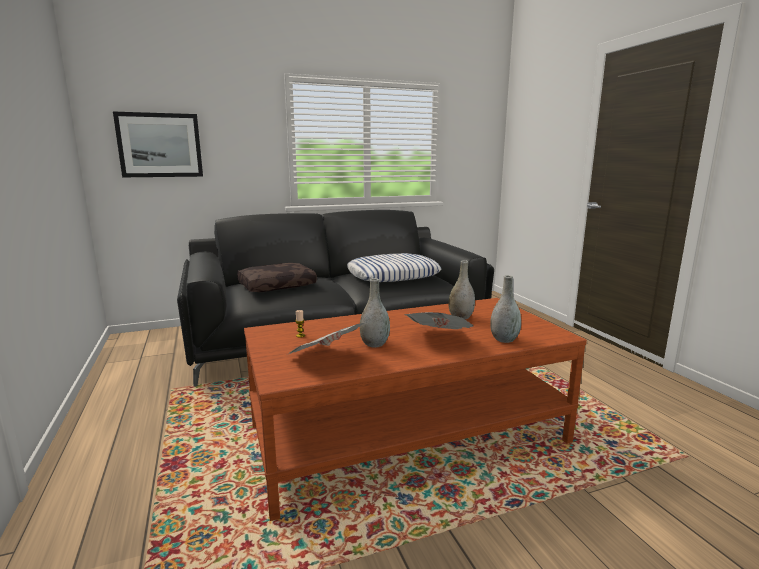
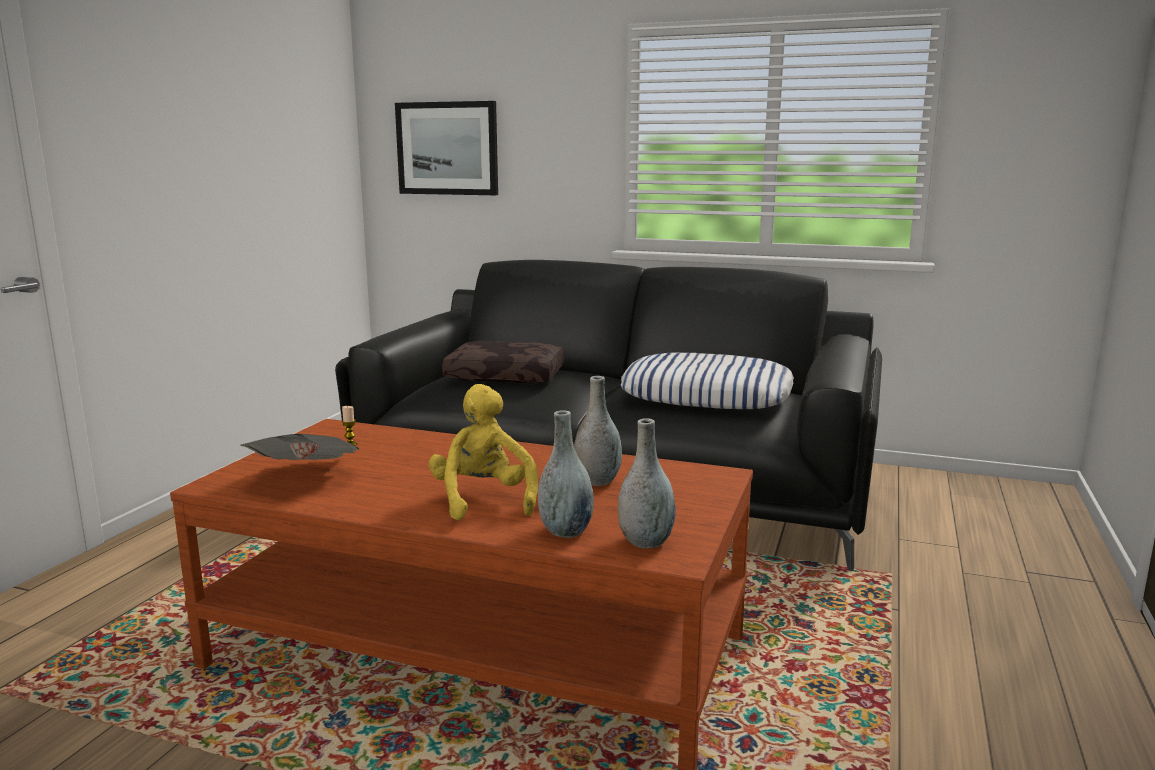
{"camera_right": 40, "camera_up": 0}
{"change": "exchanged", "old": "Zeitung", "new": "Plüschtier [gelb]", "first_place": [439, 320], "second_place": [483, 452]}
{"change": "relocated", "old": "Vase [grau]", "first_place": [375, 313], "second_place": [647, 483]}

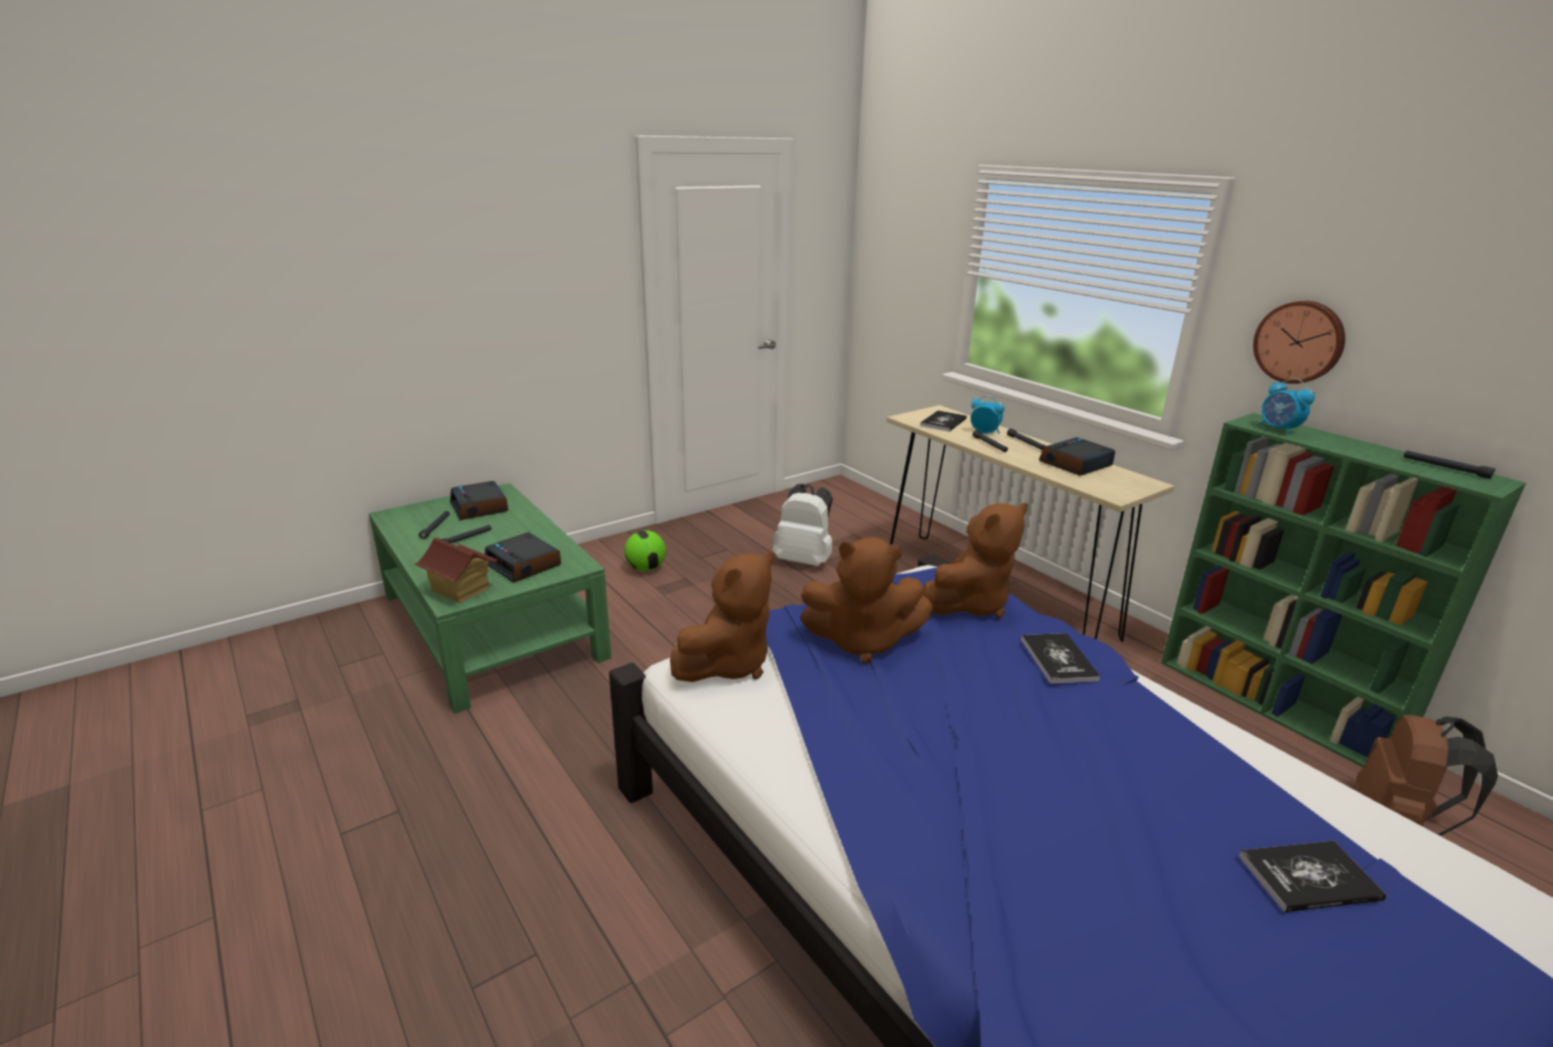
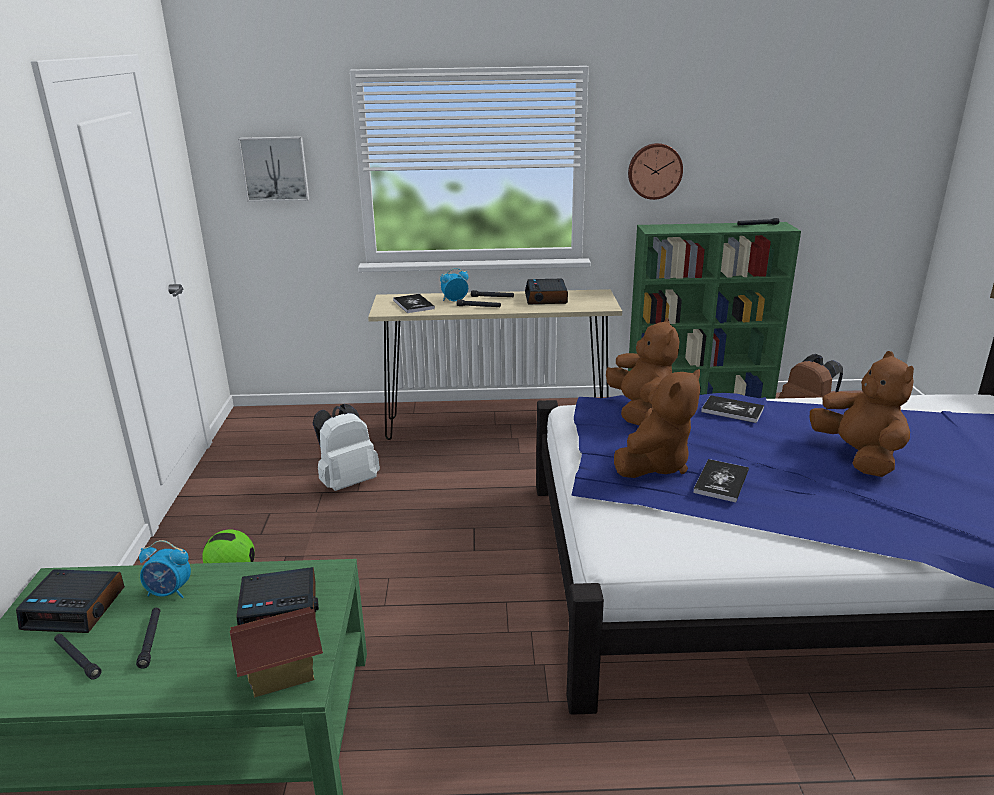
{"camera_right": -55, "camera_up": 0}
{"change": "relocated", "old": "Wecker", "first_place": [1287, 406], "second_place": [165, 569]}
{"change": "appeared", "new": "Bild", "second_place": [273, 169]}
{"change": "relocated", "old": "Buch", "first_place": [1313, 876], "second_place": [721, 480]}
{"change": "relocated", "old": "Plüschtier [braun]", "first_place": [722, 617], "second_place": [862, 414]}

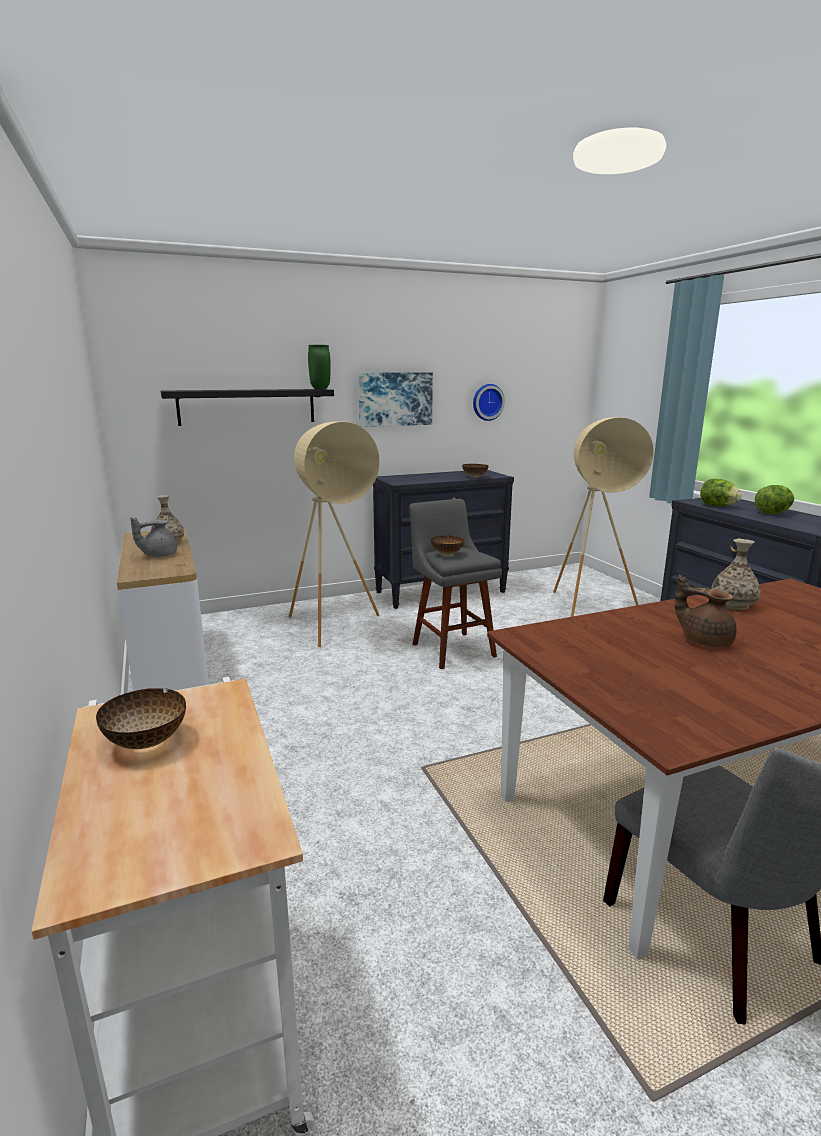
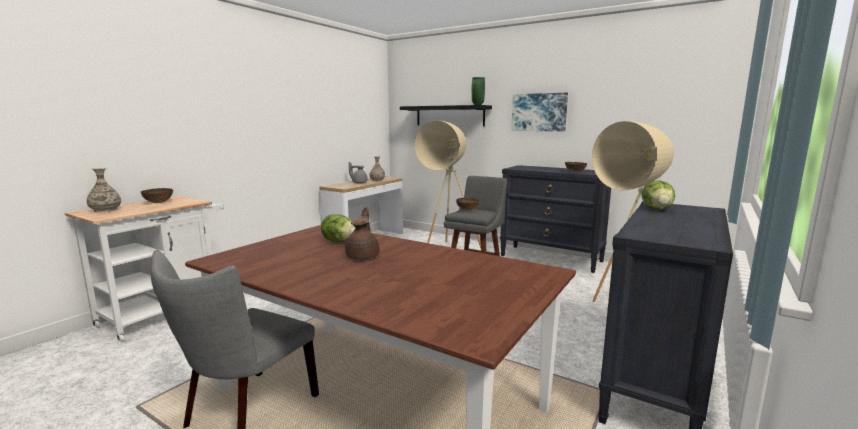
{"camera_right": 55, "camera_up": -5}
{"change": "relocated", "old": "Vase", "first_place": [736, 574], "second_place": [104, 190]}
{"change": "relocated", "old": "Salatkopf", "first_place": [774, 499], "second_place": [338, 228]}
{"change": "missing", "old": "Wanduhr", "first_place": [489, 402]}

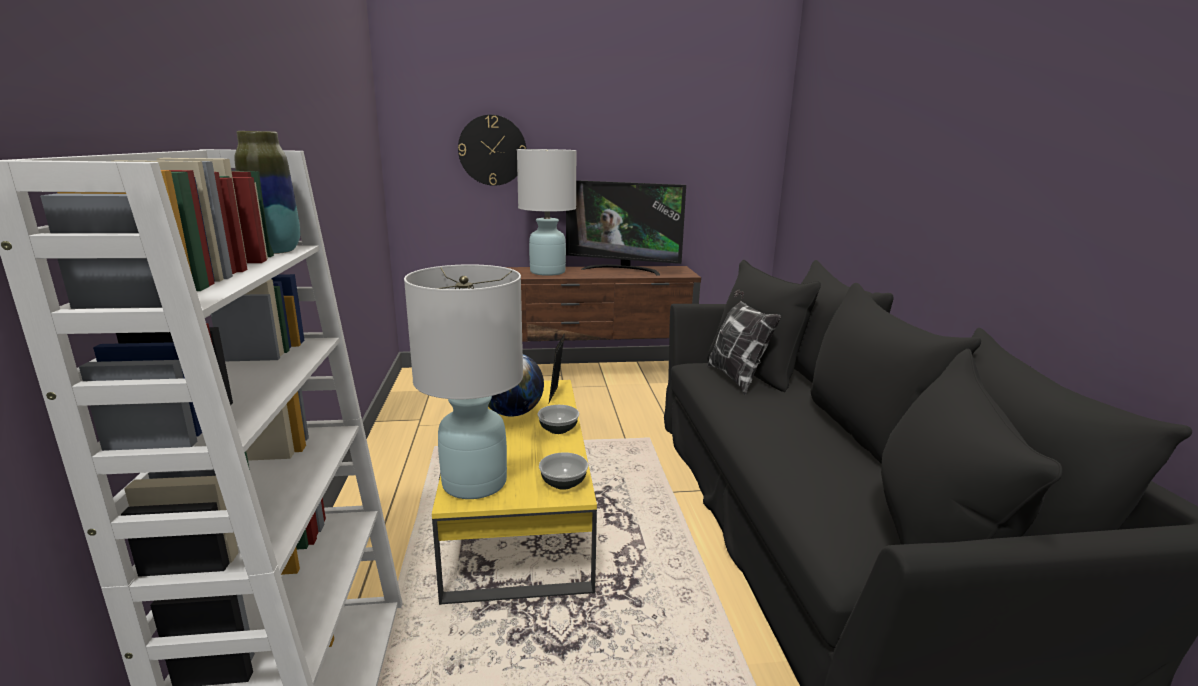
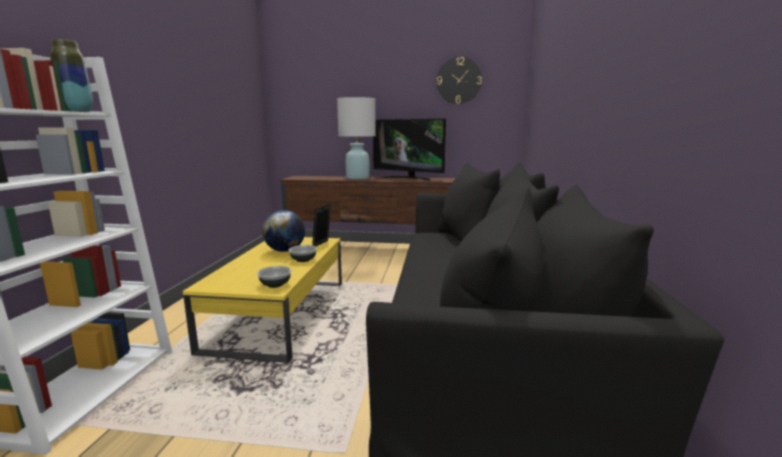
{"camera_right": 15, "camera_up": -5}
{"change": "relocated", "old": "Wanduhr", "first_place": [492, 150], "second_place": [459, 80]}
{"change": "missing", "old": "Tischlampe [weiß]", "first_place": [463, 381]}
{"change": "missing", "old": "Kissen", "first_place": [744, 342]}

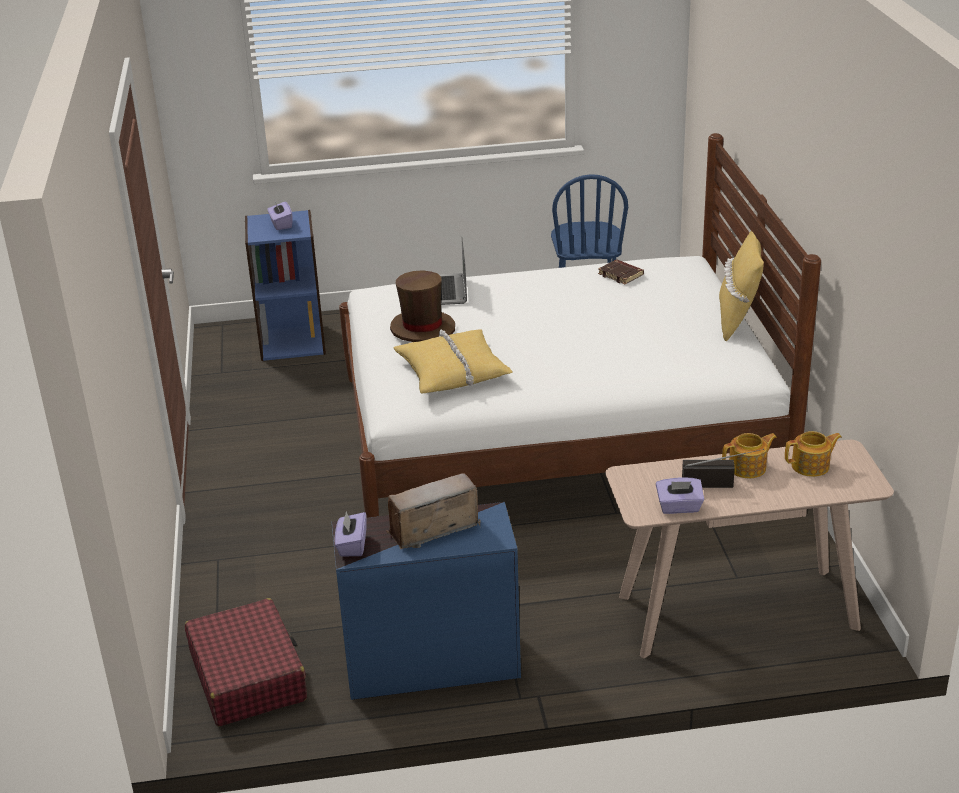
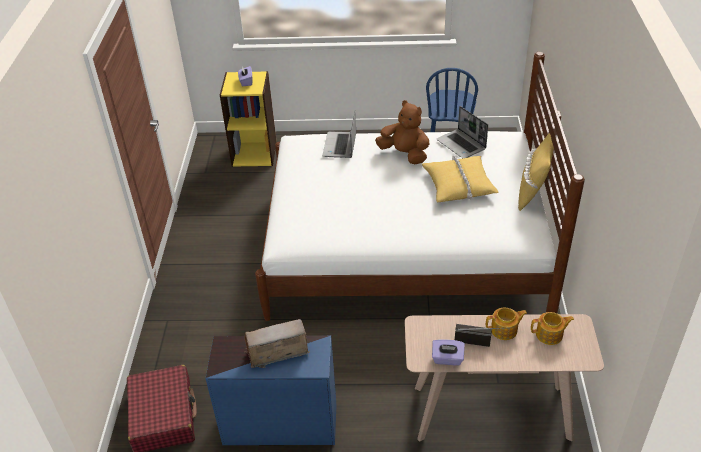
{"camera_right": 10, "camera_up": 10}
{"change": "colour", "old": "Bücherregal [blau]", "new": "Bücherregal [gelb]", "first_place": [285, 285], "second_place": [248, 119]}
{"change": "appeared", "new": "Plüschtier [braun]", "second_place": [402, 132]}
{"change": "relocated", "old": "Kissen [gelb]", "first_place": [453, 362], "second_place": [460, 179]}
{"change": "exchanged", "old": "Buch [braun]", "new": "Laptop", "first_place": [621, 272], "second_place": [462, 132]}
{"change": "missing", "old": "Taschentuchbox [lila]", "first_place": [350, 534]}
{"change": "missing", "old": "Hut [braun]", "first_place": [422, 306]}

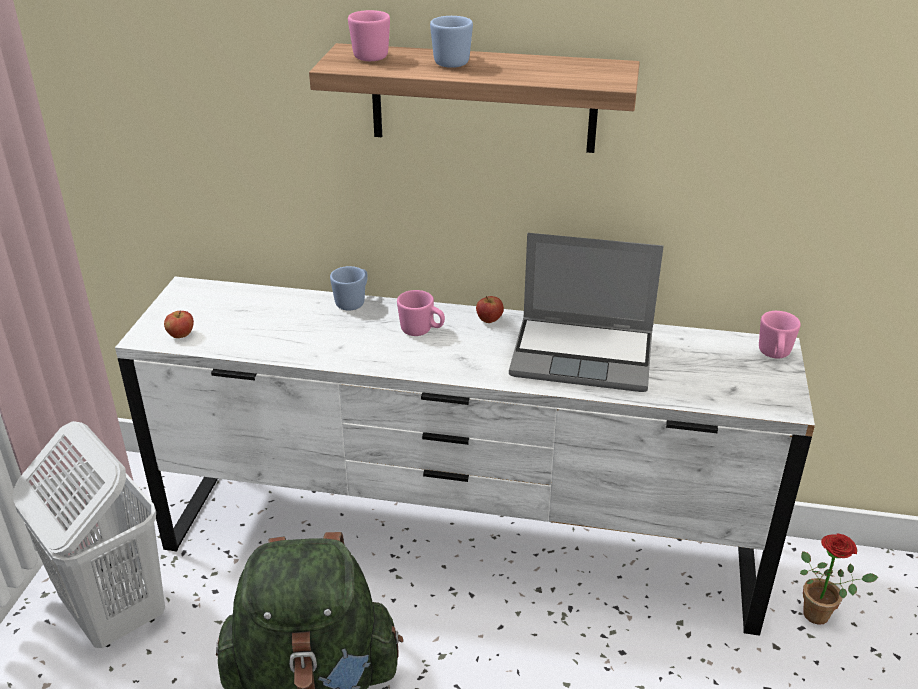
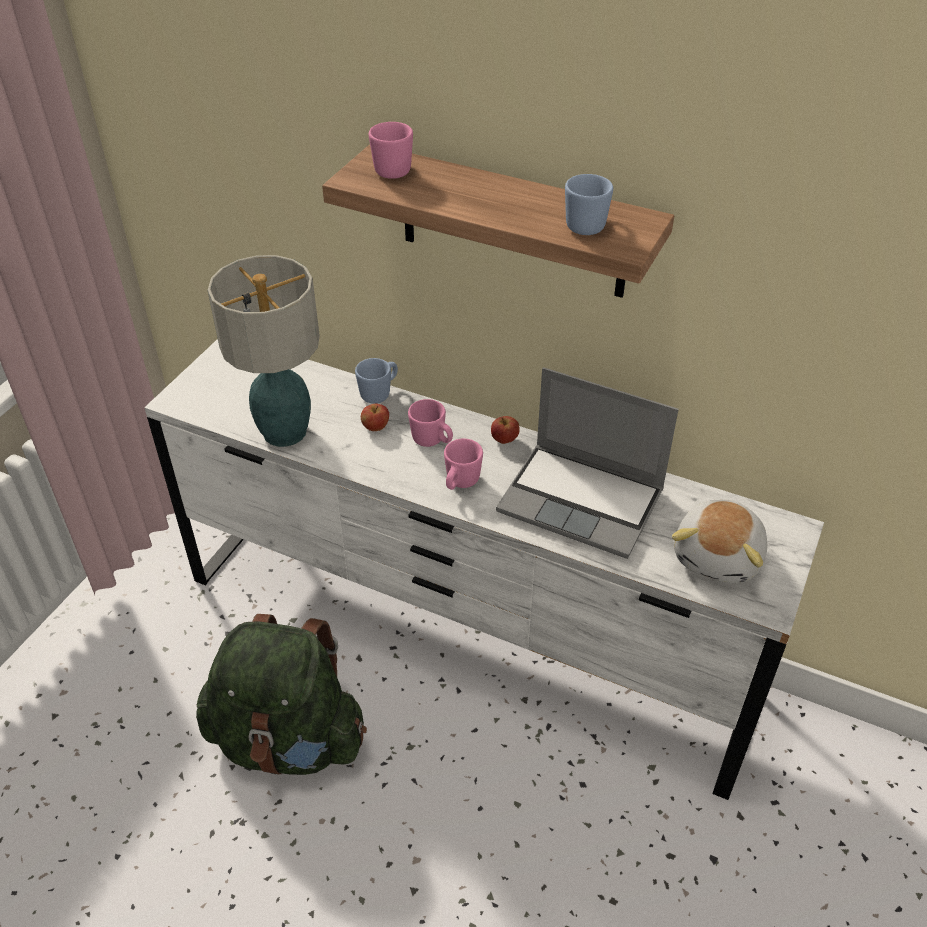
{"camera_right": 15, "camera_up": 10}
{"change": "appeared", "new": "Tischlampe", "second_place": [264, 351]}
{"change": "relocated", "old": "Apfel", "first_place": [179, 324], "second_place": [375, 417]}
{"change": "relocated", "old": "Henkelbecher [rosa]", "first_place": [780, 335], "second_place": [463, 464]}
{"change": "relocated", "old": "Henkelbecher [blau]", "first_place": [451, 42], "second_place": [589, 204]}
{"change": "appeared", "new": "Plüschtier", "second_place": [719, 541]}
{"change": "missing", "old": "Wäschekorb [weiß]", "first_place": [89, 534]}
{"change": "missing", "old": "Topfpflanze", "first_place": [839, 579]}

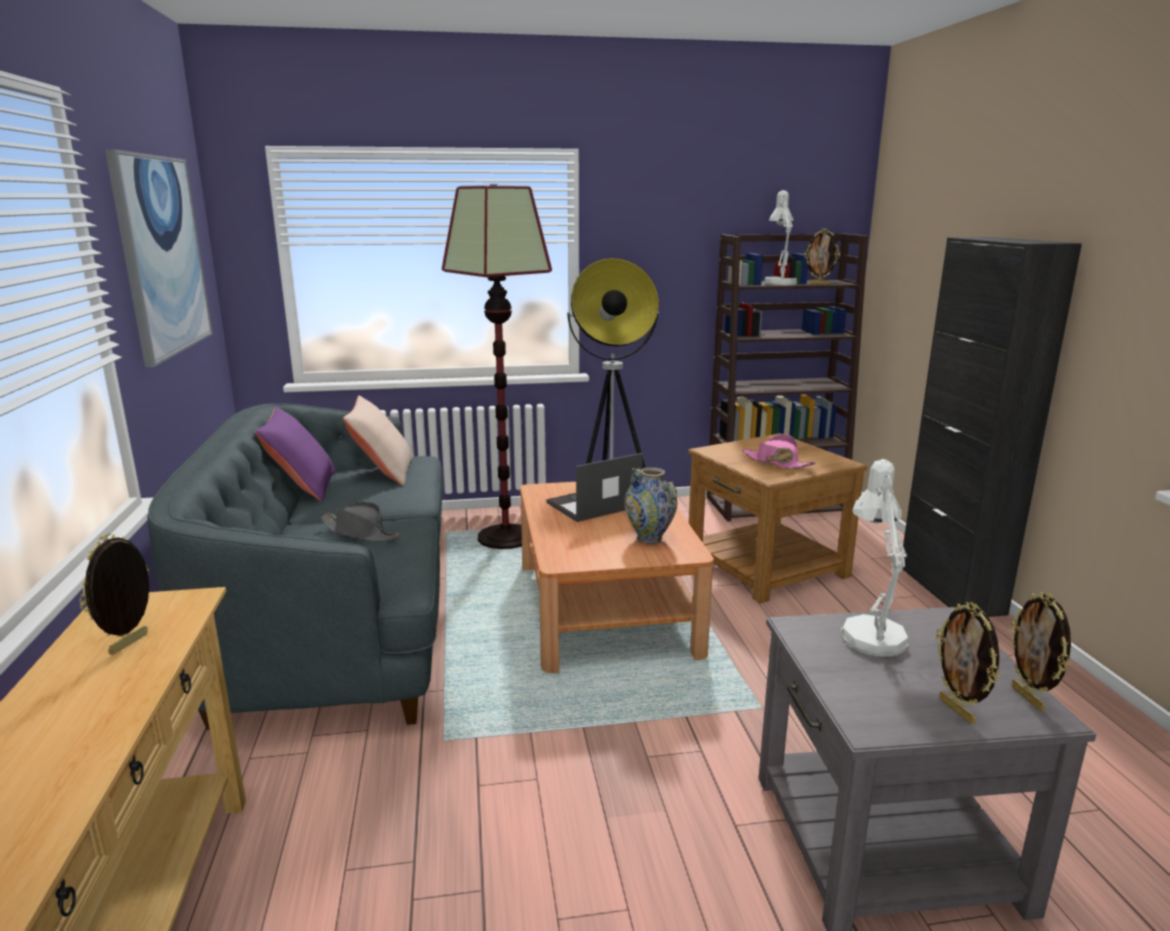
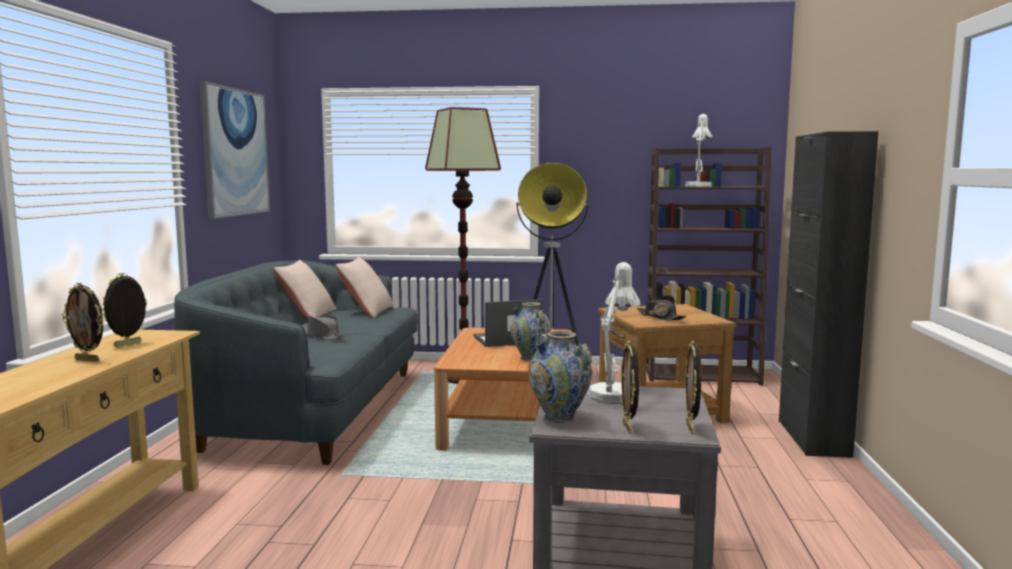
{"camera_right": 15, "camera_up": -10}
{"change": "relocated", "old": "Bilderrahmen", "first_place": [822, 256], "second_place": [83, 322]}
{"change": "colour", "old": "Kissen [lila]", "new": "Kissen [beige]", "first_place": [295, 454], "second_place": [305, 289]}
{"change": "appeared", "new": "Vase", "second_place": [560, 377]}
{"change": "colour", "old": "Hut [rosa]", "new": "Hut [schwarz]", "first_place": [779, 451], "second_place": [662, 308]}

